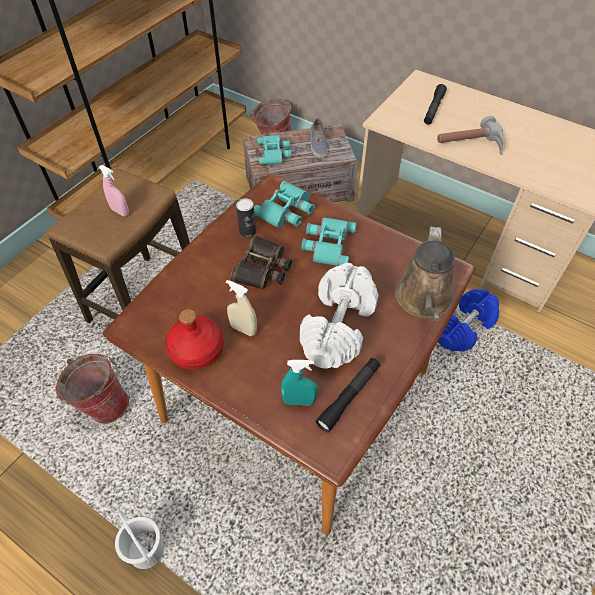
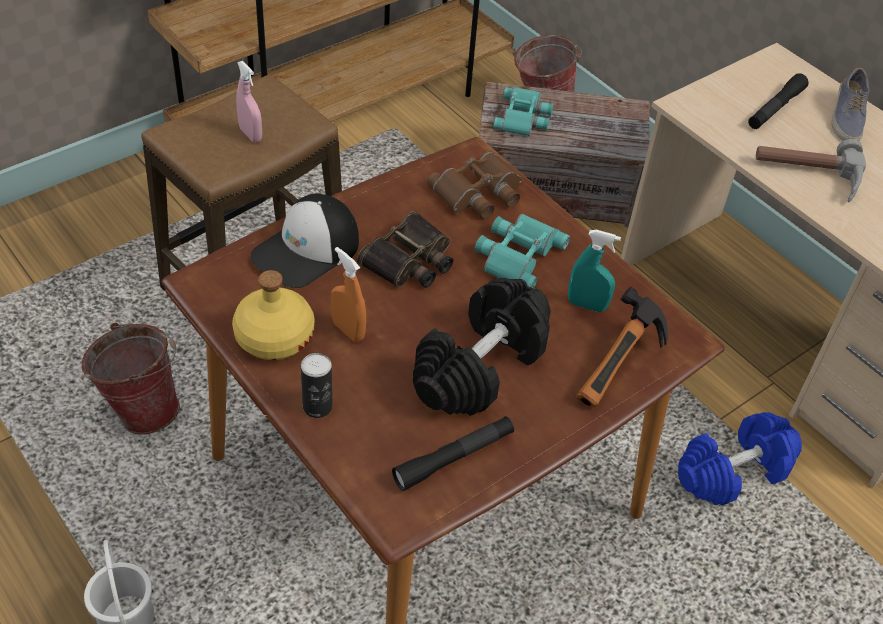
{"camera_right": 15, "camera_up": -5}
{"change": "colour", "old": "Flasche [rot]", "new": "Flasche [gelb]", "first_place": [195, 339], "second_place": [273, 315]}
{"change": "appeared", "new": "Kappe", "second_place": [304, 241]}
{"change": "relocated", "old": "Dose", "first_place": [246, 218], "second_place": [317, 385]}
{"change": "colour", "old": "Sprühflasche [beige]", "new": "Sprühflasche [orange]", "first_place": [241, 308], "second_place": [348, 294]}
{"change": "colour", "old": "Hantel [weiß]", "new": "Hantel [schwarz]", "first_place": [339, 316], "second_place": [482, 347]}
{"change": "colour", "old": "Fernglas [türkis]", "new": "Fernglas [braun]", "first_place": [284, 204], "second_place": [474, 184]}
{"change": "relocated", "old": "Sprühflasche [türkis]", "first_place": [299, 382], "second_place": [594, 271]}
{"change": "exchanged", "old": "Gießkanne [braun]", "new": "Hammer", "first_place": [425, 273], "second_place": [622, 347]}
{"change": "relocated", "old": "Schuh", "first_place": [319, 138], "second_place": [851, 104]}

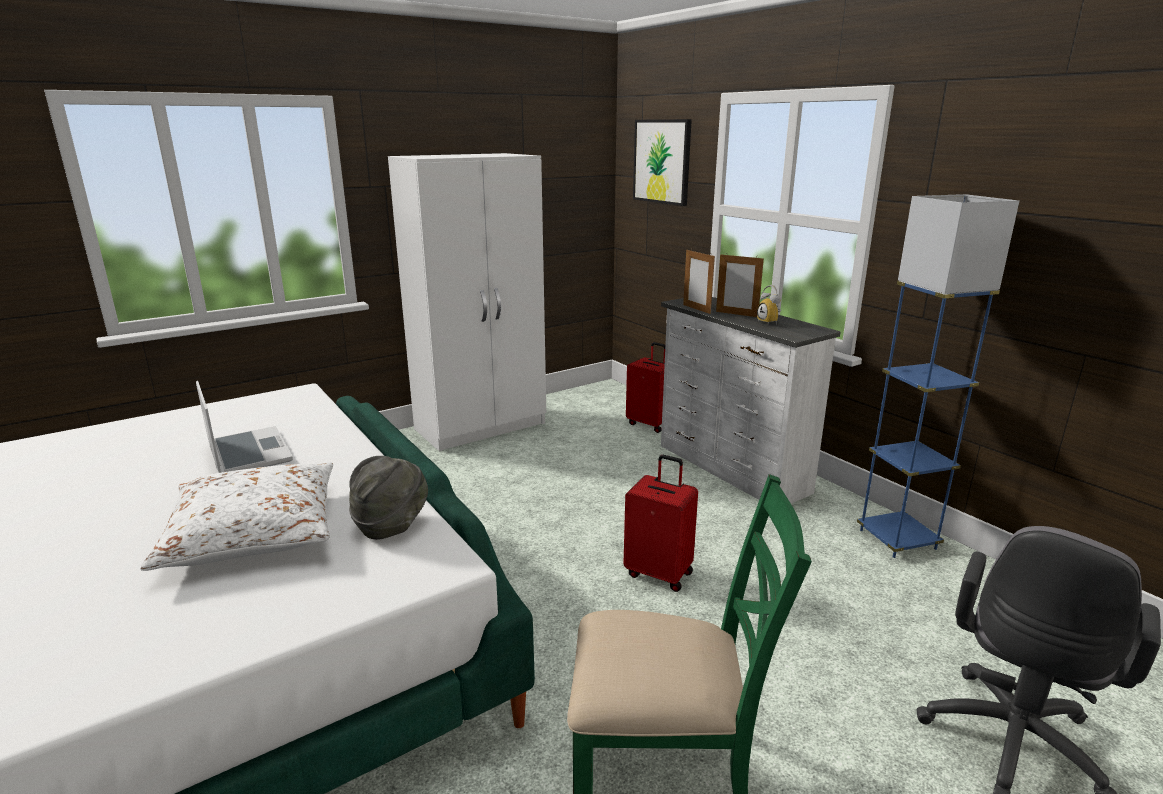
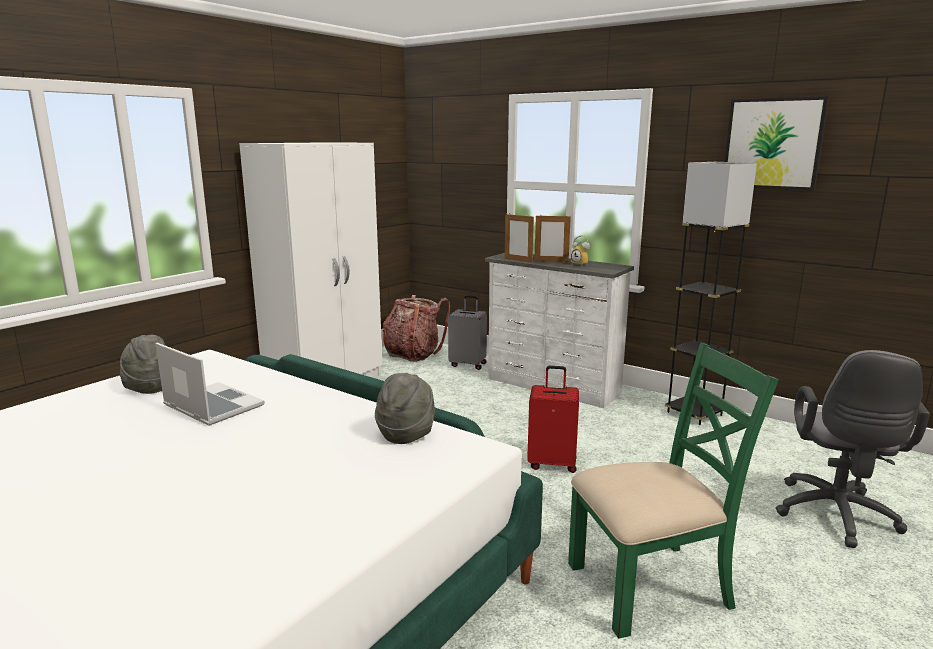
{"camera_right": -20, "camera_up": -5}
{"change": "appeared", "new": "Hut [grau]", "second_place": [142, 364]}
{"change": "appeared", "new": "Rucksack", "second_place": [416, 328]}
{"change": "colour", "old": "Koffer [rot]", "new": "Koffer [grau]", "first_place": [645, 387], "second_place": [467, 332]}
{"change": "colour", "old": "Stehlampe [blau]", "new": "Stehlampe [grau]", "first_place": [938, 376], "second_place": [711, 293]}
{"change": "relocated", "old": "Bild", "first_place": [662, 162], "second_place": [776, 143]}
{"change": "missing", "old": "Kissen [weiß]", "first_place": [236, 517]}

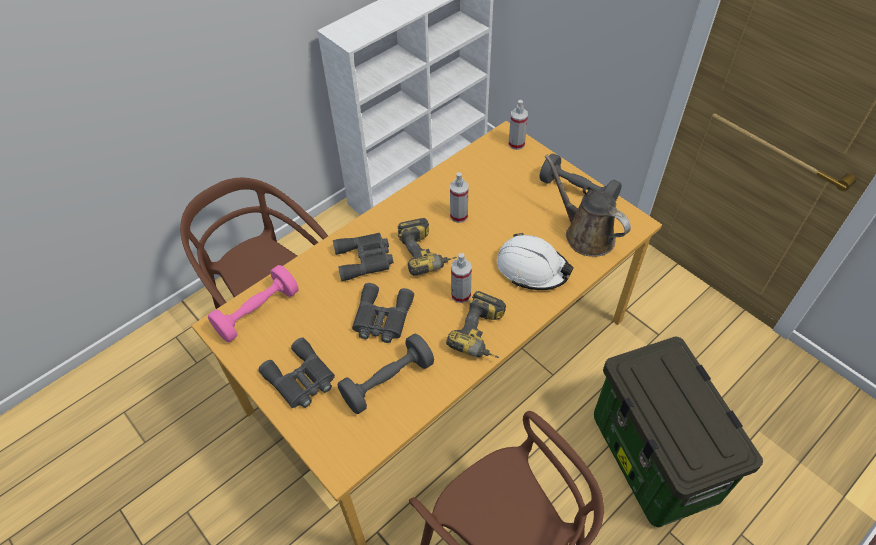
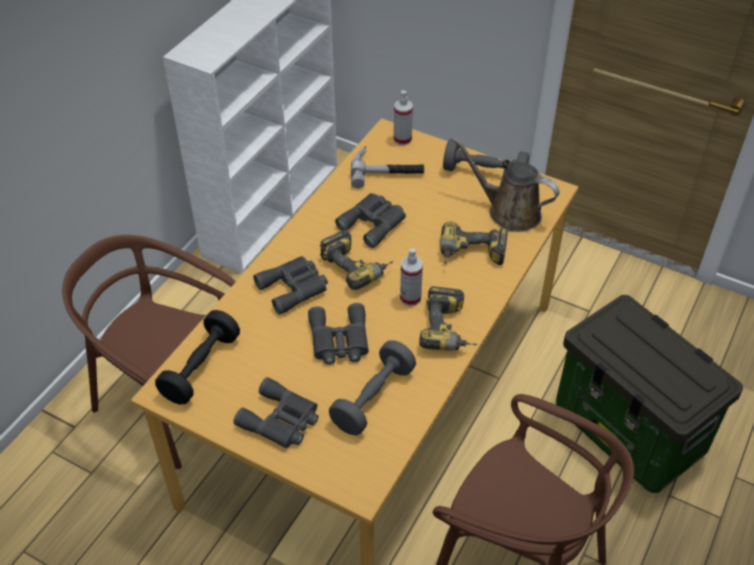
{"camera_right": -20, "camera_up": -5}
{"change": "colour", "old": "Hantel [rosa]", "new": "Hantel [schwarz]", "first_place": [253, 303], "second_place": [197, 357]}
{"change": "exchanged", "old": "Sprühflasche", "new": "Fernglas [grau]", "first_place": [459, 197], "second_place": [370, 220]}
{"change": "appeared", "new": "Hammer", "second_place": [387, 167]}
{"change": "exchanged", "old": "Schutzhelm [weiß]", "new": "Bohrmaschine", "first_place": [535, 261], "second_place": [474, 243]}

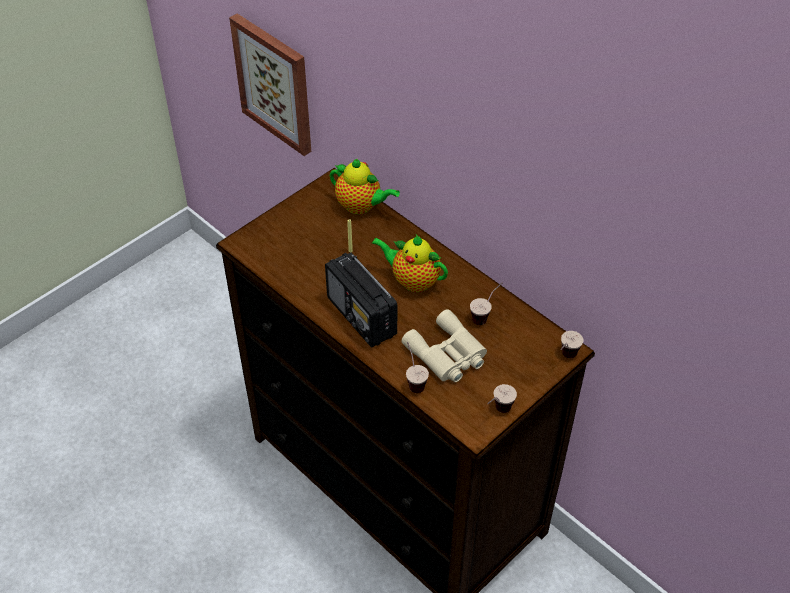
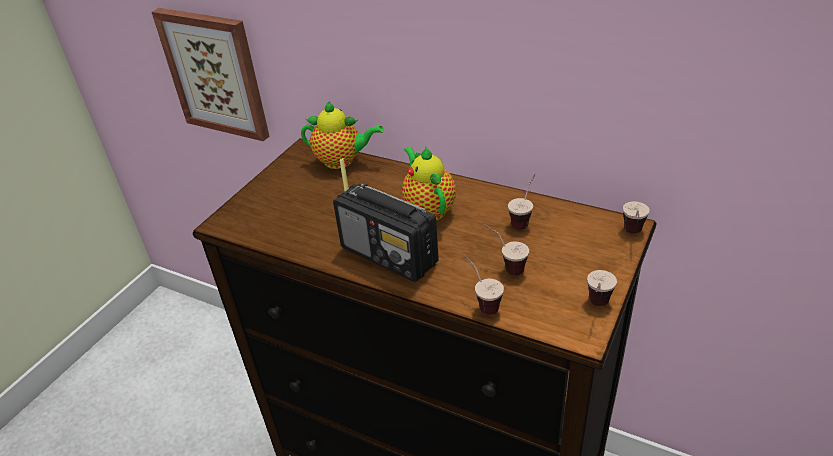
{"camera_right": -15, "camera_up": -10}
{"change": "spun", "old": "Teekanne", "first_place": [410, 263], "second_place": [429, 182], "degrees": 60}
{"change": "exchanged", "old": "Fernglas [beige]", "new": "Tasse", "first_place": [444, 345], "second_place": [506, 250]}

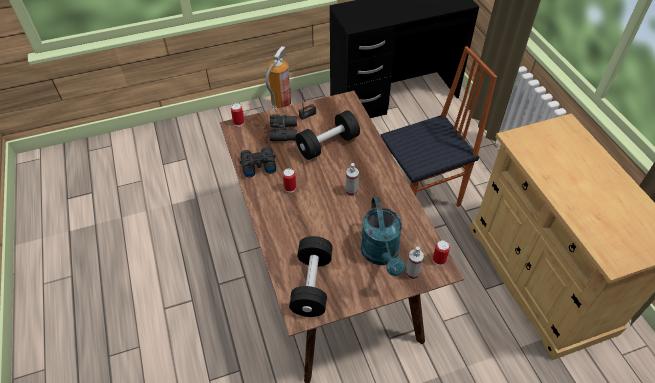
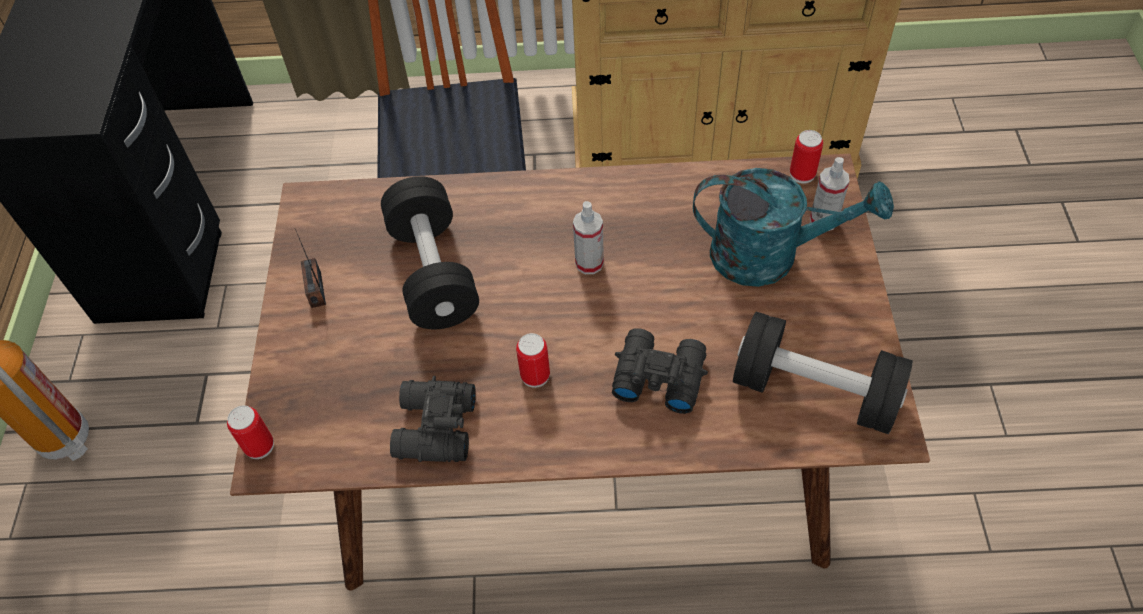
{"camera_right": -70, "camera_up": 5}
{"change": "relocated", "old": "Fernglas [schwarz]", "first_place": [283, 128], "second_place": [660, 371]}

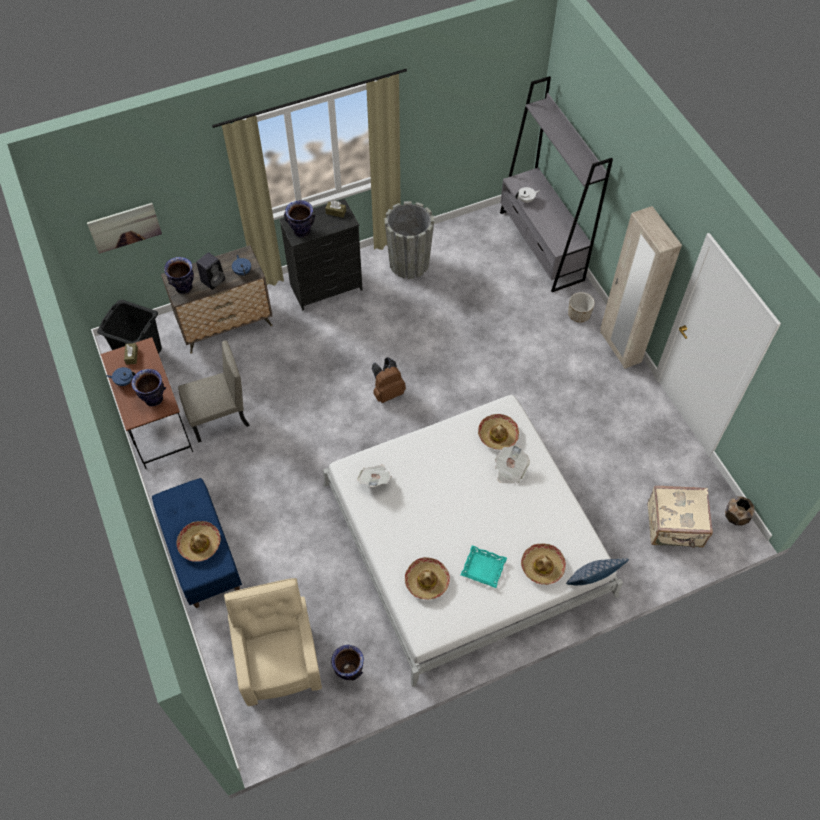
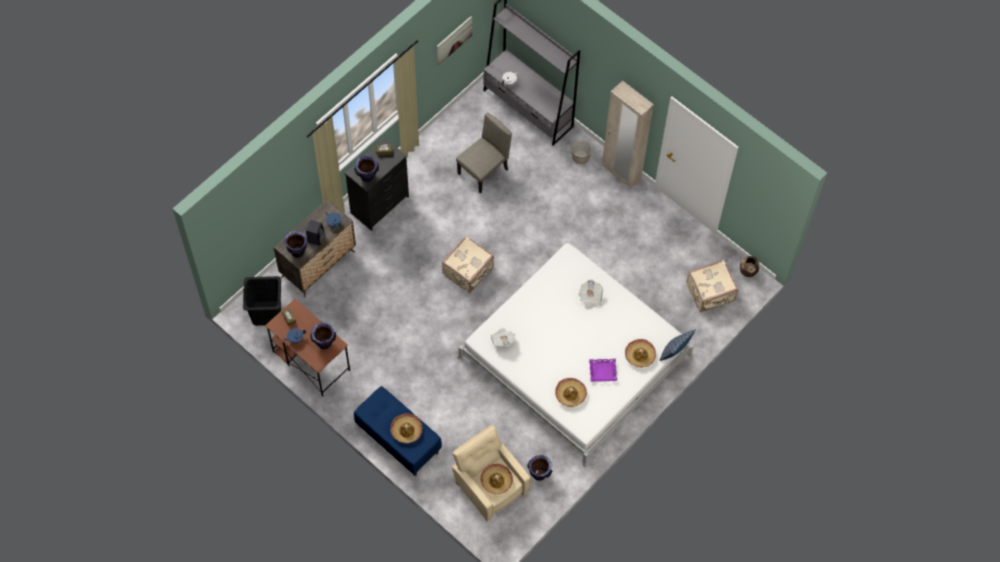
{"camera_right": -25, "camera_up": 5}
{"change": "relocated", "old": "Bild", "first_place": [124, 228], "second_place": [454, 40]}
{"change": "exchanged", "old": "Rucksack [braun]", "new": "Koffer [beige]", "first_place": [389, 380], "second_place": [468, 264]}
{"change": "relocated", "old": "Stuhl [beige]", "first_place": [214, 391], "second_place": [484, 153]}
{"change": "relocated", "old": "Hut", "first_place": [498, 432], "second_place": [496, 479]}
{"change": "colour", "old": "Tablett [türkis]", "new": "Tablett [lila]", "first_place": [483, 566], "second_place": [603, 370]}
{"change": "missing", "old": "Pflanzkübel [grau]", "first_place": [409, 240]}

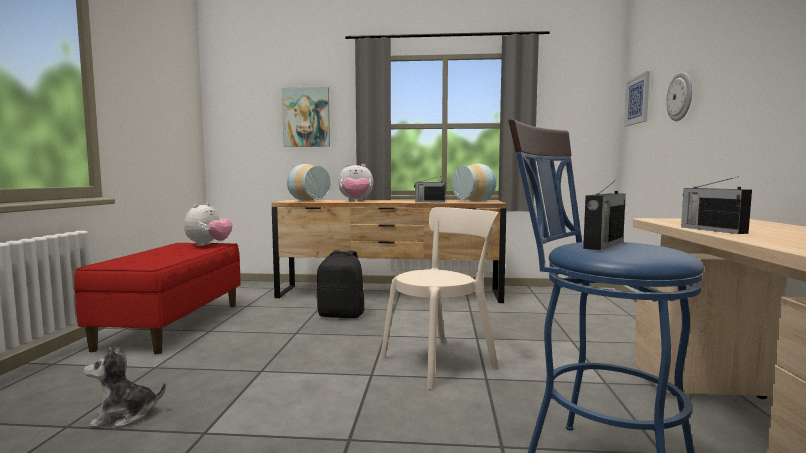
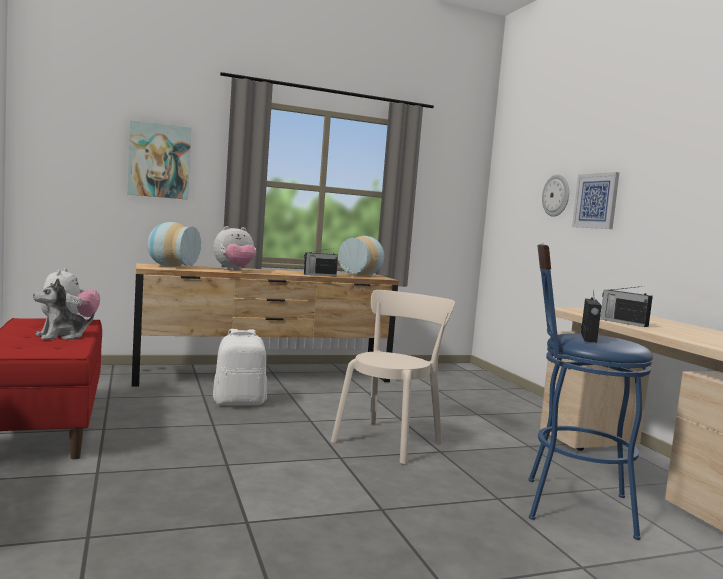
{"camera_right": -25, "camera_up": 0}
{"change": "relocated", "old": "Plüschtier", "first_place": [124, 387], "second_place": [63, 309]}
{"change": "colour", "old": "Rucksack [schwarz]", "new": "Rucksack [weiß]", "first_place": [341, 284], "second_place": [240, 367]}
{"change": "relocated", "old": "Bild", "first_place": [637, 98], "second_place": [596, 200]}

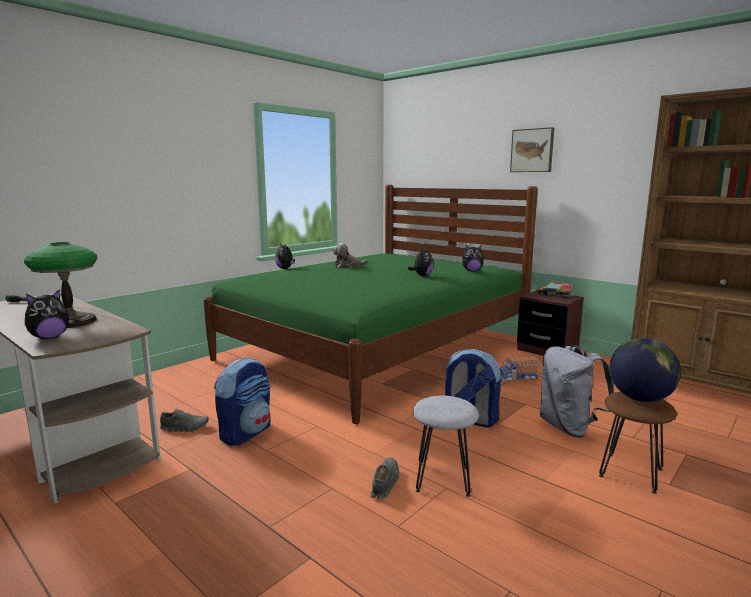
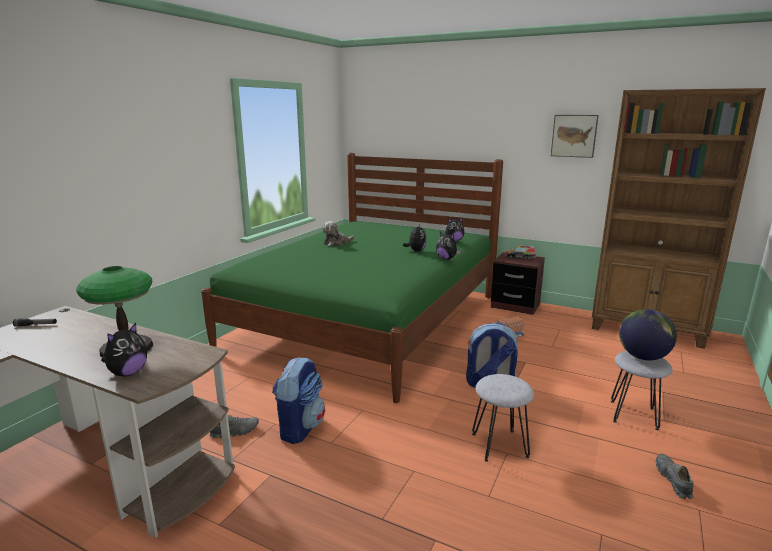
{"camera_right": -15, "camera_up": 5}
{"change": "relocated", "old": "Plüschtier", "first_place": [285, 256], "second_place": [448, 245]}
{"change": "relocated", "old": "Bild", "first_place": [532, 149], "second_place": [575, 136]}
{"change": "colour", "old": "Hocker [braun]", "new": "Hocker [grau]", "first_place": [638, 443], "second_place": [641, 390]}
{"change": "relocated", "old": "Schuh [grau]", "first_place": [385, 478], "second_place": [674, 476]}
{"change": "missing", "old": "Rucksack [grau]", "first_place": [577, 391]}

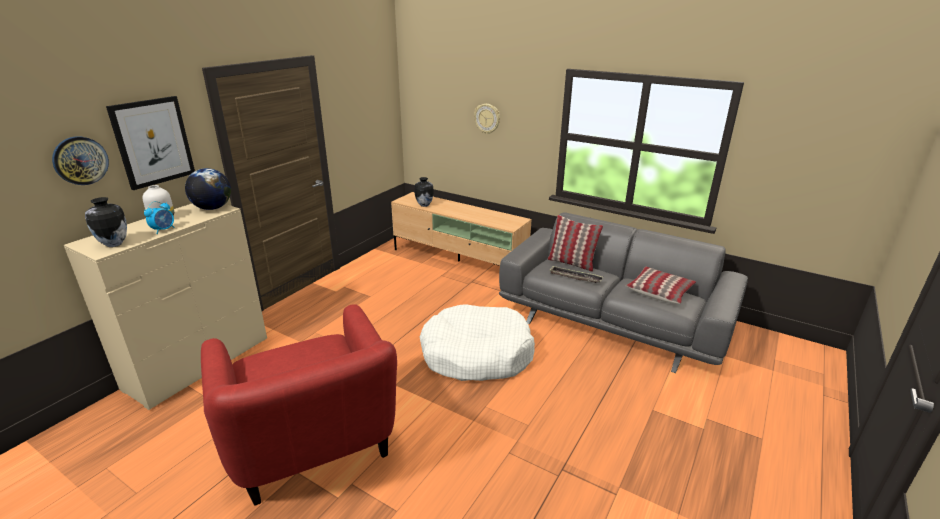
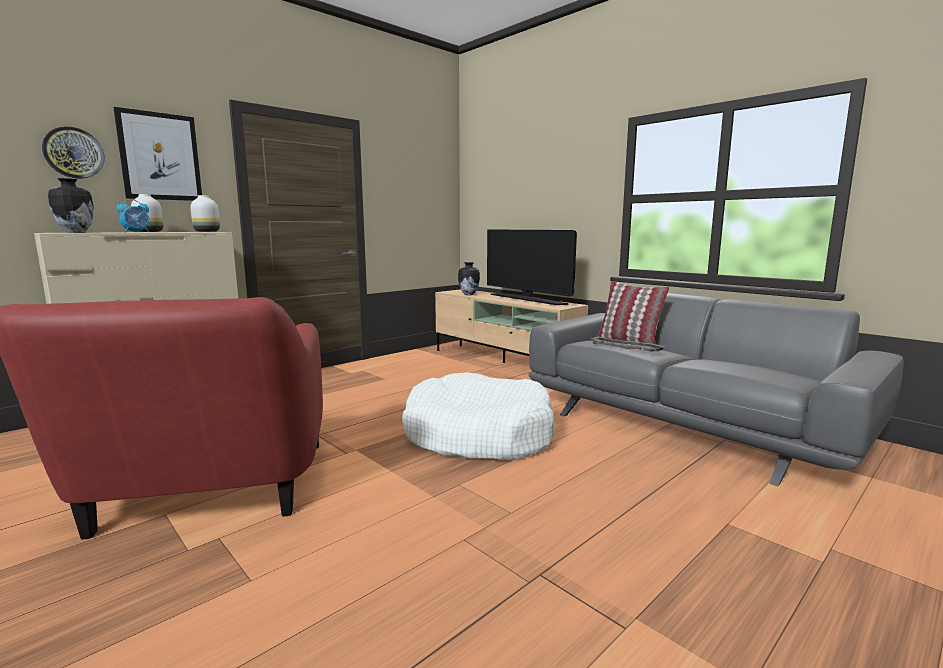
{"camera_right": 15, "camera_up": -15}
{"change": "exchanged", "old": "Globus", "new": "Vase [weiß]", "first_place": [208, 189], "second_place": [205, 213]}
{"change": "appeared", "new": "Fernseher", "second_place": [532, 267]}
{"change": "missing", "old": "Wanduhr", "first_place": [487, 119]}
{"change": "missing", "old": "Kissen", "first_place": [661, 285]}

